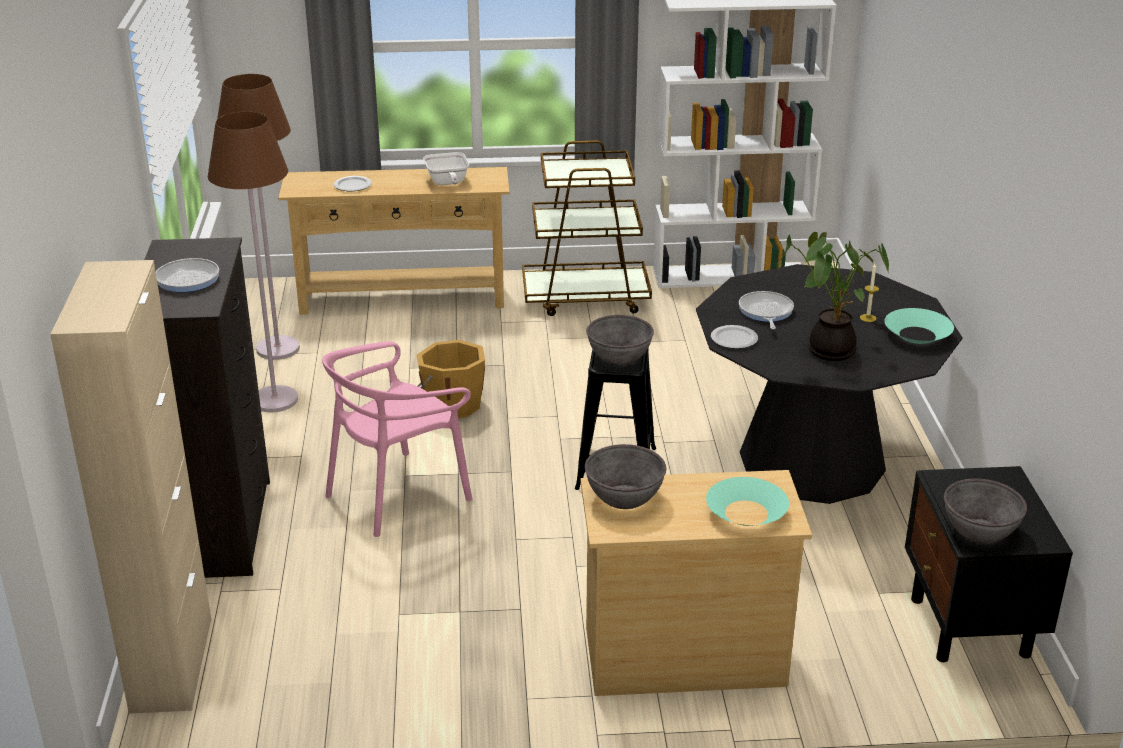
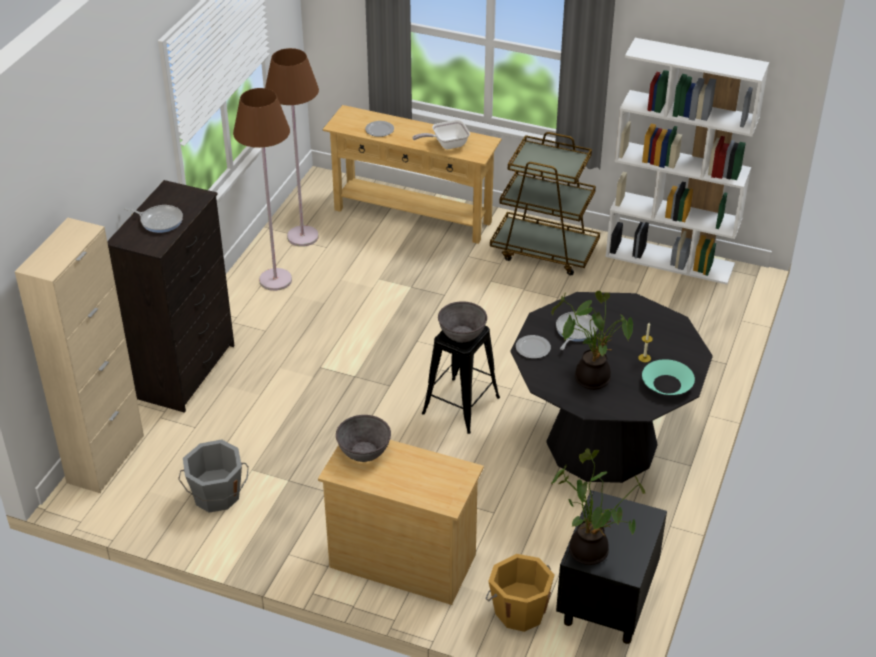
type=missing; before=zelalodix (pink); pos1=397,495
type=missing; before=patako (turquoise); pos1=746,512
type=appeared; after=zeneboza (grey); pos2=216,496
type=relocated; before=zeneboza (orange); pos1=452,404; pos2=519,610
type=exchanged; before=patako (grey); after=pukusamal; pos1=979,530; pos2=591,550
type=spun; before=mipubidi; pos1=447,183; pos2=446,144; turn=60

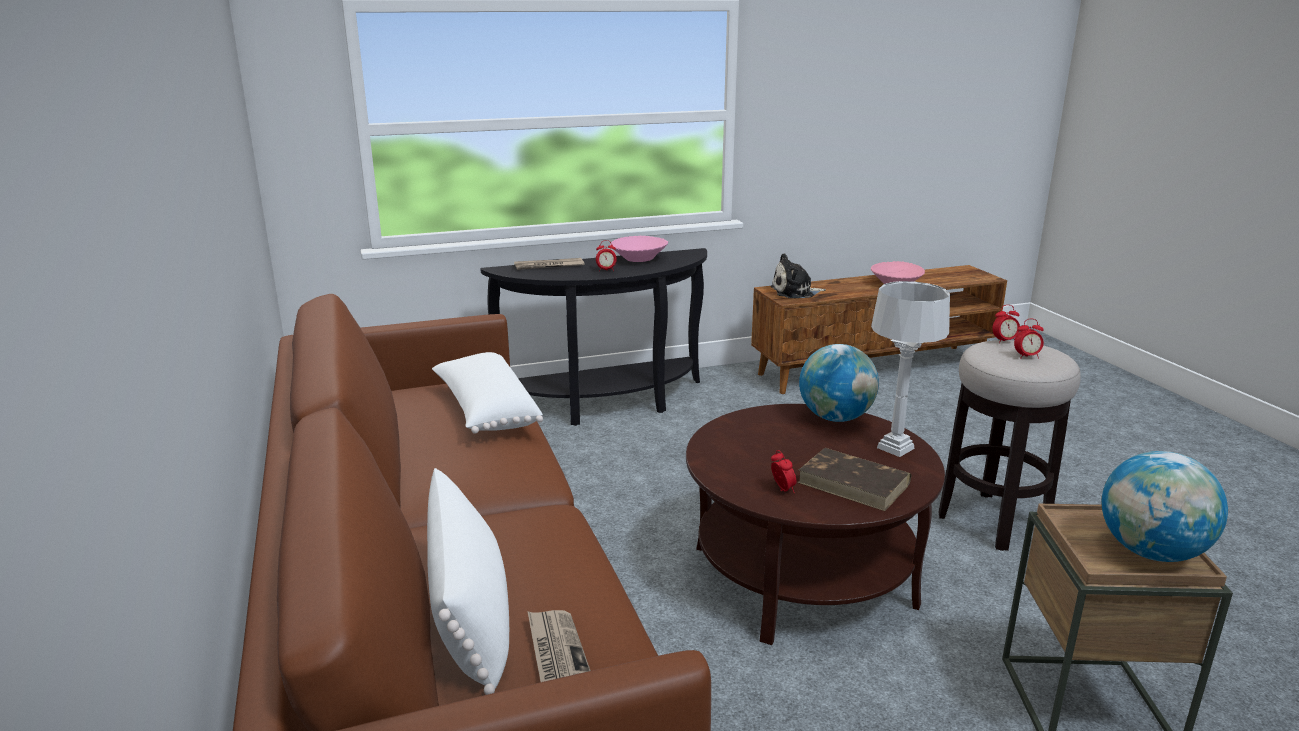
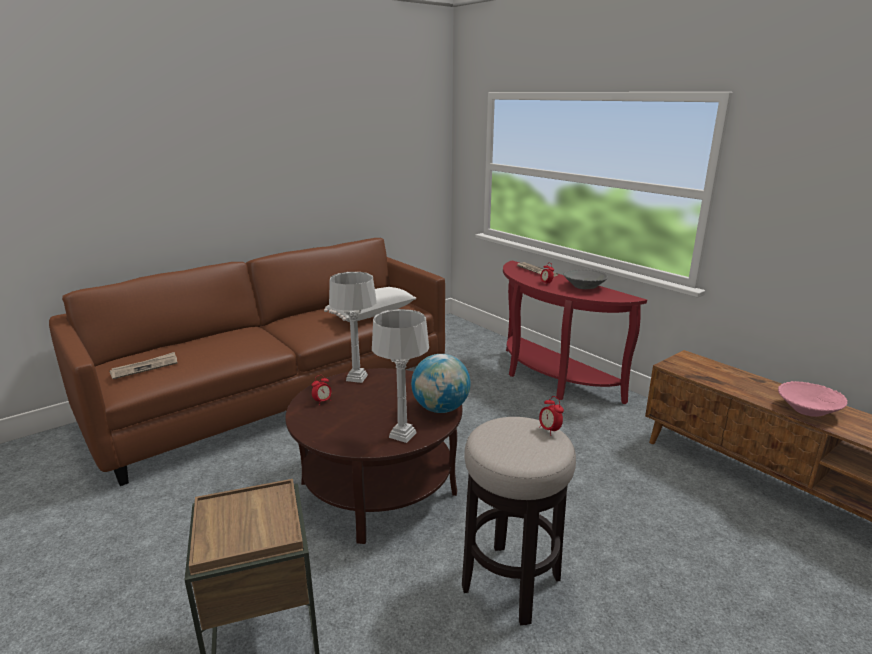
type=missing; before=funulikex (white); pos1=470,613
type=missing; before=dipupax; pos1=795,292
type=missing; before=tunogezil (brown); pos1=854,483
type=missing; before=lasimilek; pos1=1026,357
type=missing; before=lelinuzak; pos1=1151,552
type=appeared; after=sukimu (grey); pos2=357,378
type=colour; before=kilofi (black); after=kilofi (red); pos1=608,405; pos2=549,380
type=colour; before=patako (pink); after=patako (grey); pos1=638,259; pos2=584,287

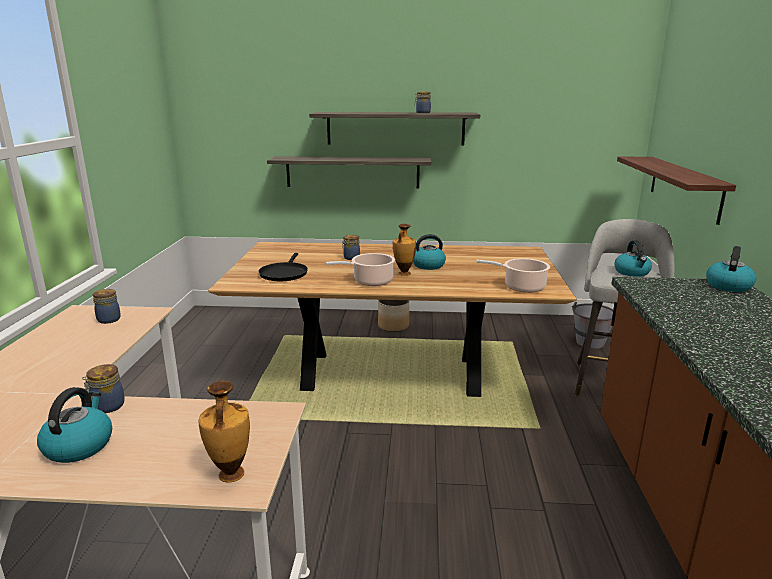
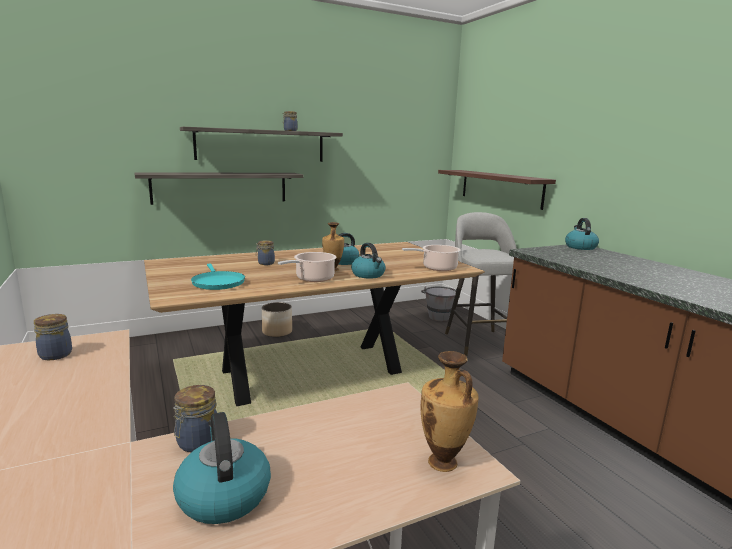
type=relocated; before=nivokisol; pos1=632,272; pos2=368,275
type=colour; before=mipubidi (black); after=mipubidi (turquoise); pos1=284,273; pos2=217,282

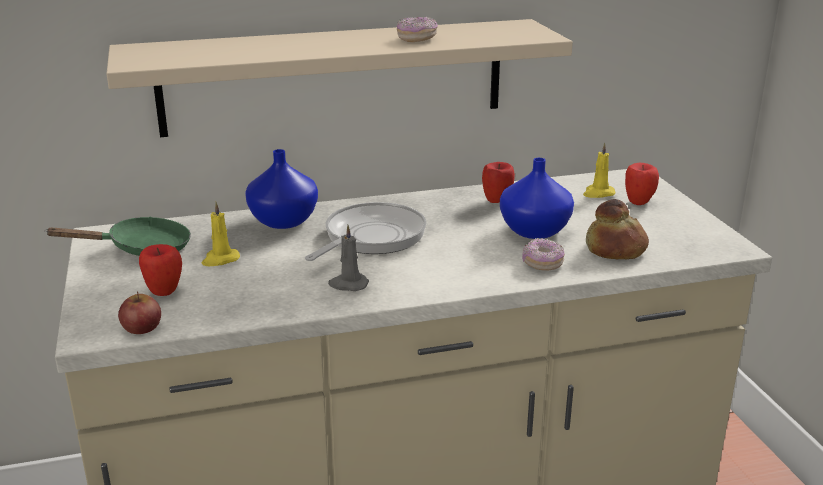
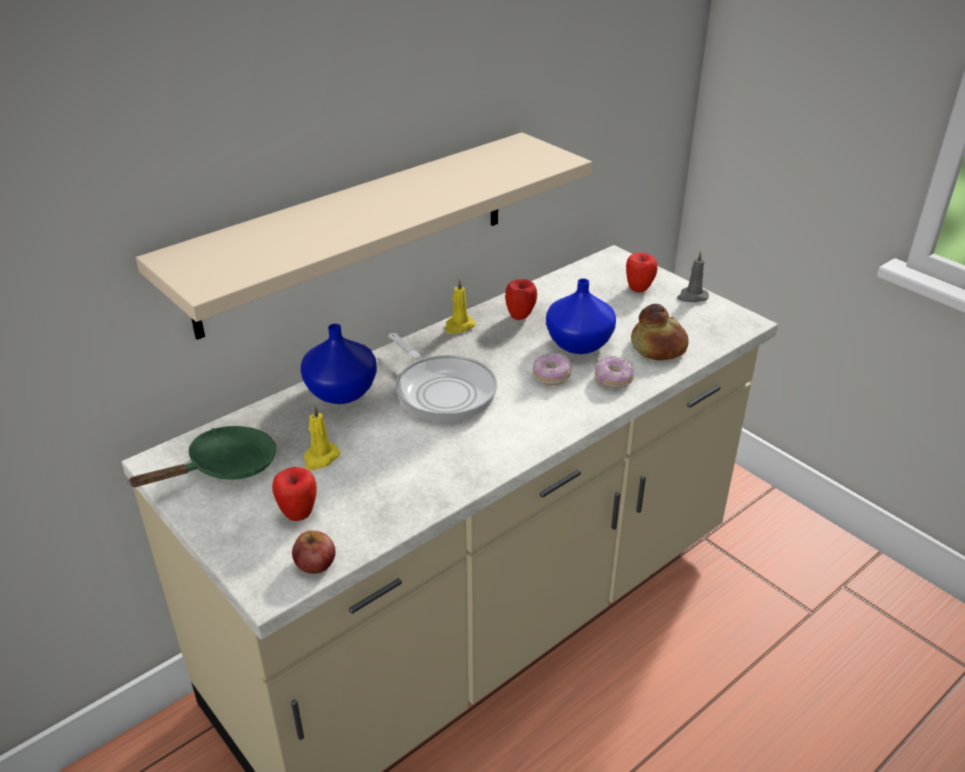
type=relocated; before=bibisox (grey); pos1=348,284; pos2=692,297
type=relocated; before=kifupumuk; pos1=416,39; pos2=551,376
type=relocated; before=bibisox (yellow); pos1=598,193; pos2=459,326
type=spun; before=mipubidi; pos1=370,237; pos2=442,390; turn=135

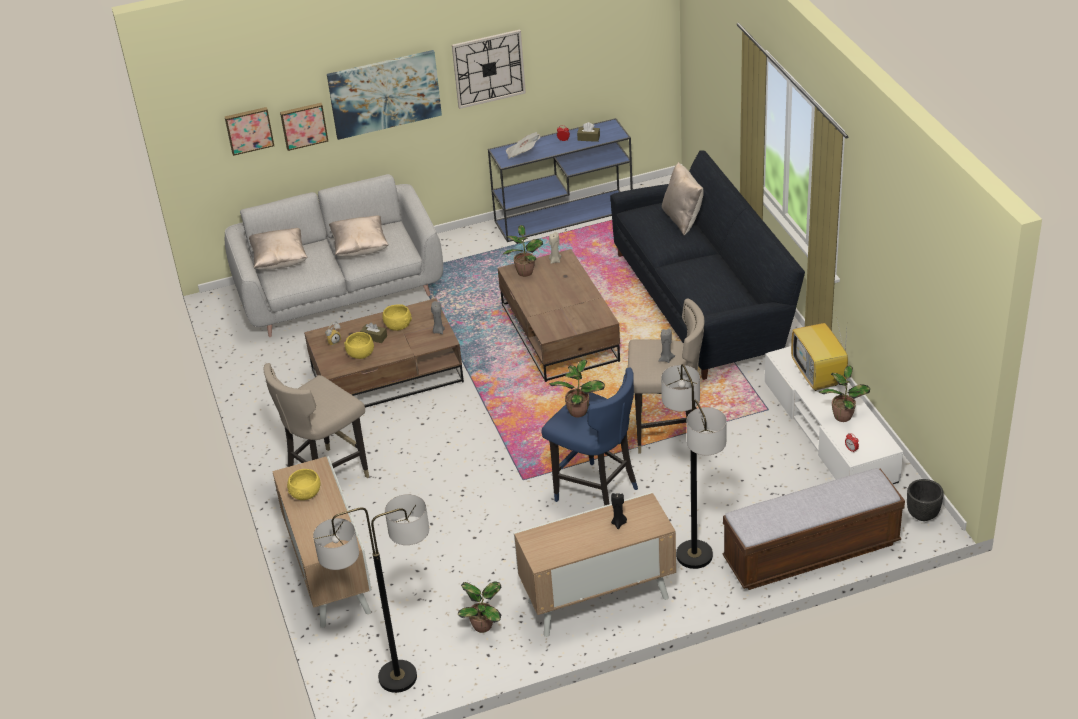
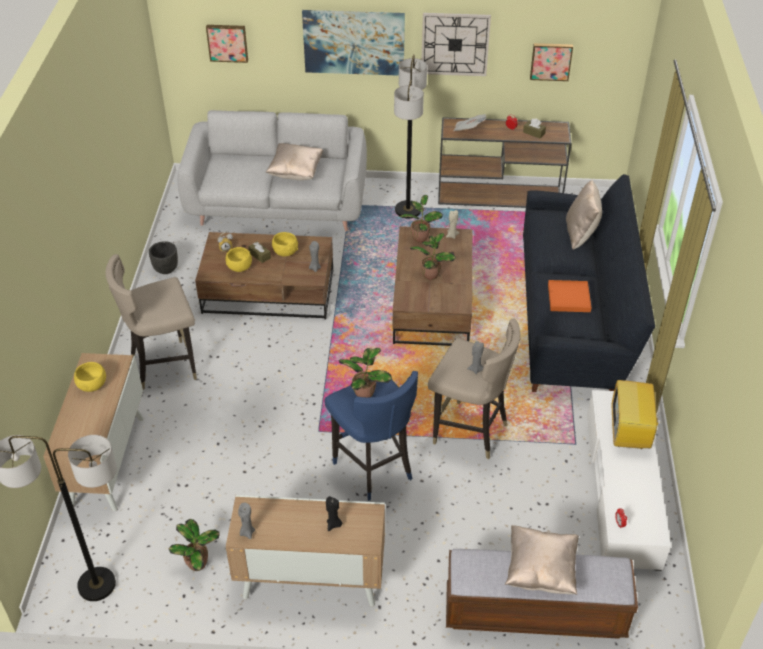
type=appeared; after=bibisox (grey); pos2=247,532
type=appeared; after=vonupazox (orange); pos2=568,298
type=relocated; before=funulikex (beige); pos1=280,260; pos2=540,571
type=relocated; before=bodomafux; pos1=303,125; pos2=551,61
type=relocated; before=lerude; pos1=694,555; pos2=407,210
type=relocated; before=pukusamal; pos1=842,415; pos2=431,274
type=relocated; before=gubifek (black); pos1=923,514; pos2=166,269
type=colour; before=kilofi (blue); after=kilofi (brown); pos1=565,215; pos2=500,195

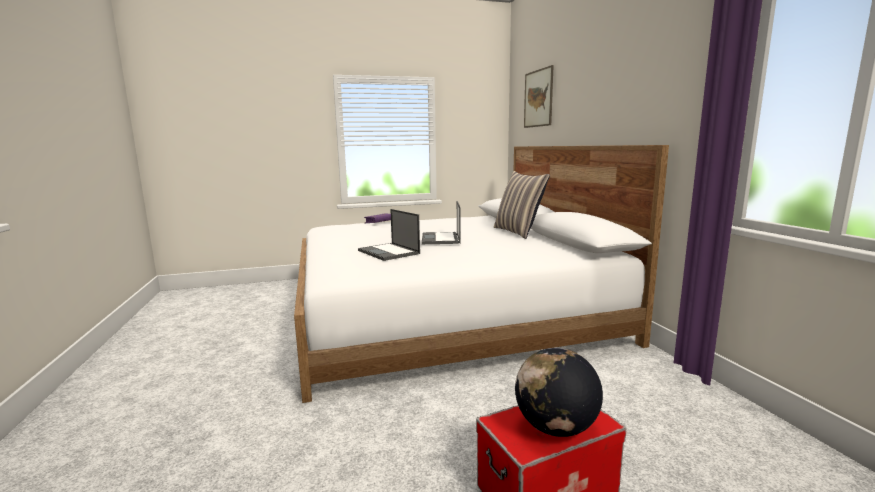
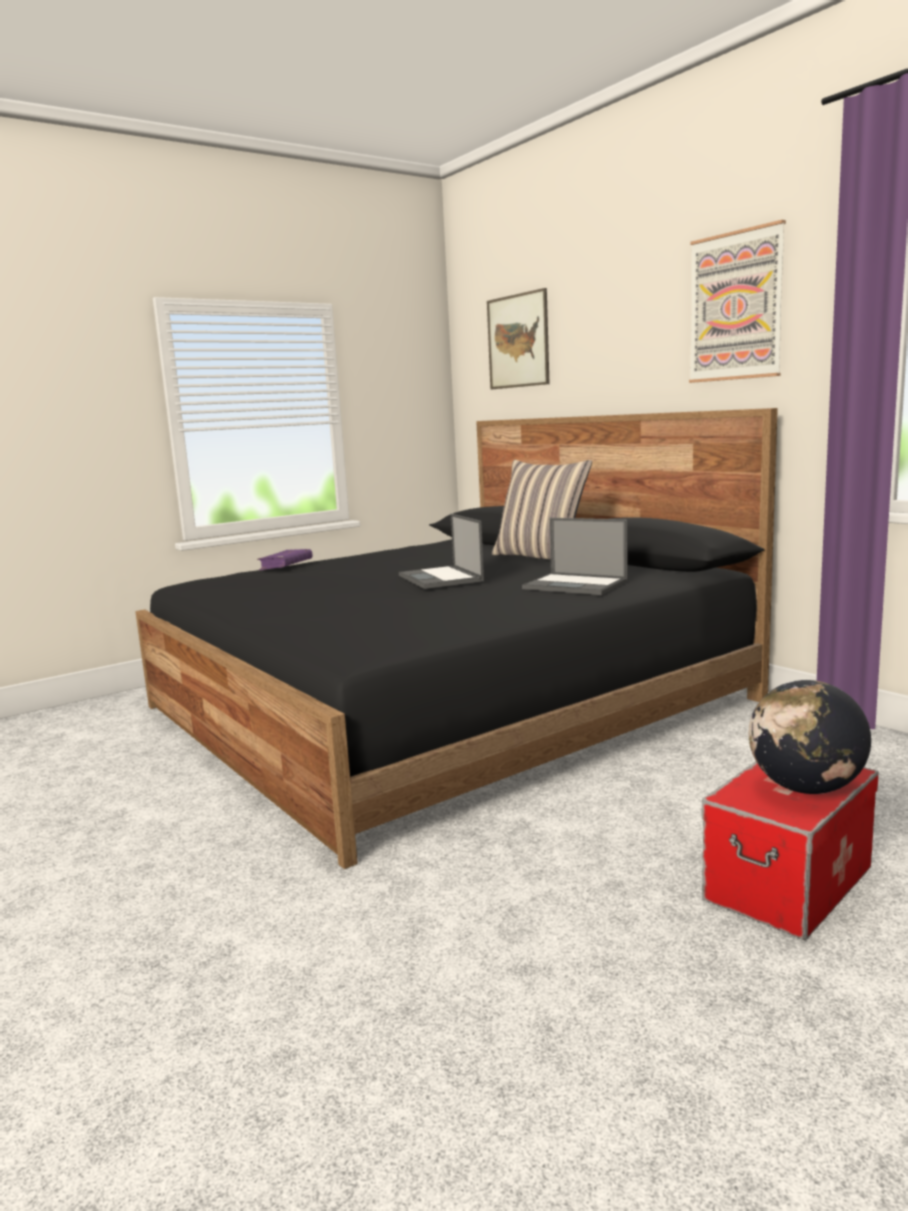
type=appeared; after=bodomafux; pos2=736,306
type=relocated; before=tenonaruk; pos1=389,252; pos2=576,585
type=colour; before=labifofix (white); after=labifofix (black); pos1=447,312; pos2=445,703

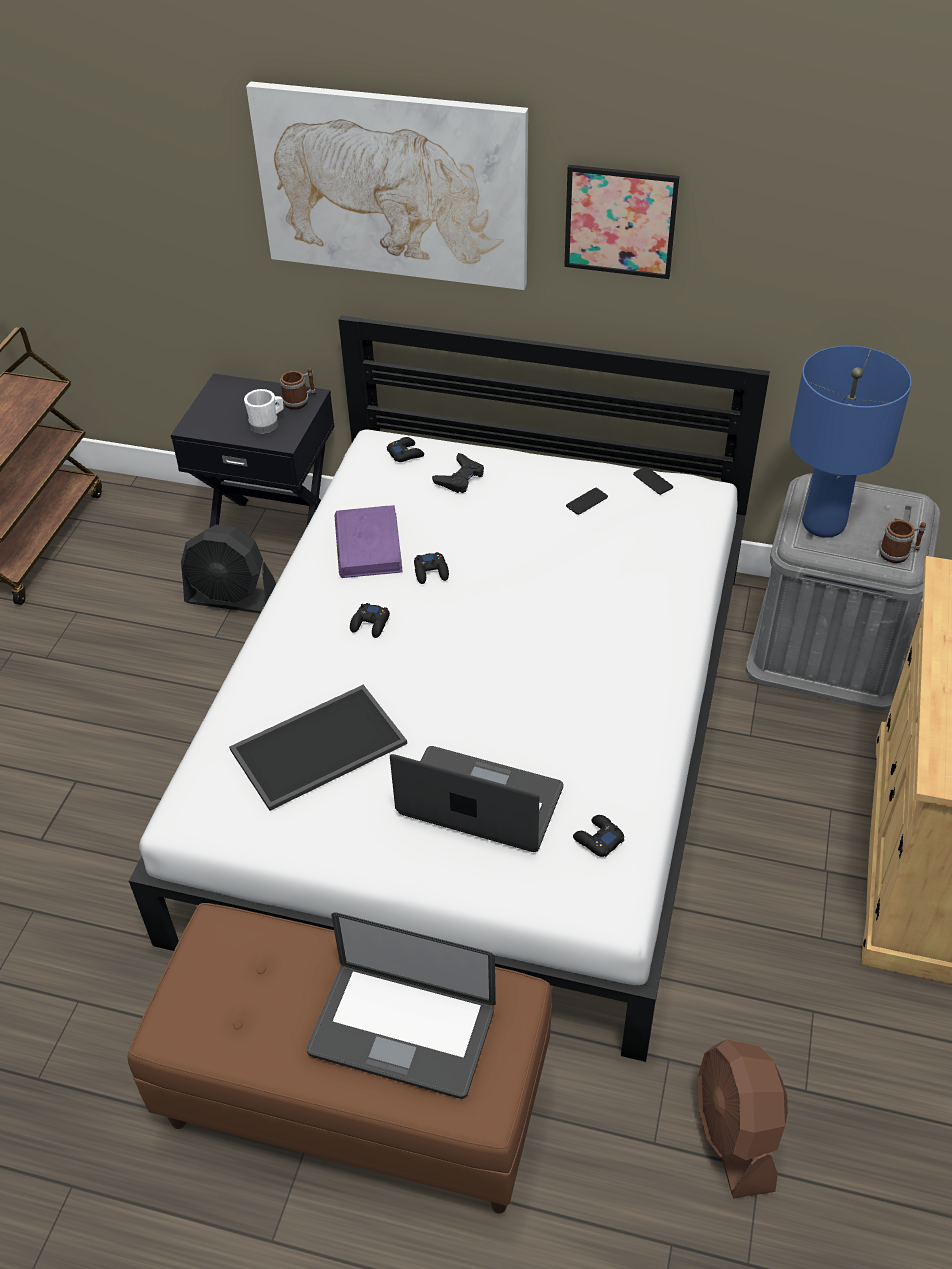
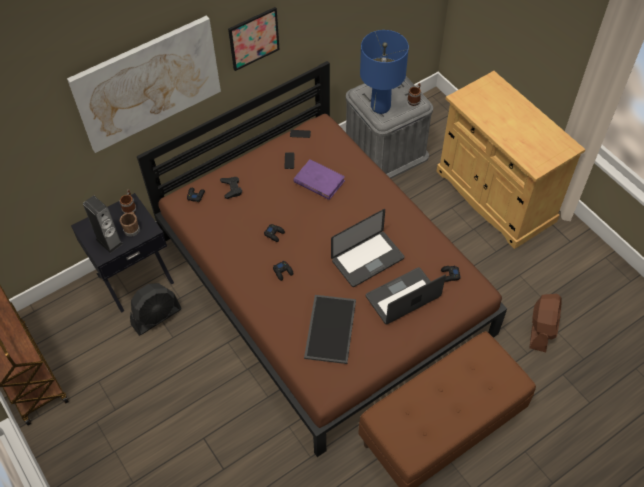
type=appeared; after=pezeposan; pos2=109,241
type=relocated; before=tenonaruk; pos1=402,1032; pos2=367,259
type=relocated; before=tunogezil (purple); pos1=368,545; pos2=319,181
type=colour; before=labifofix (white); after=labifofix (brown); pos1=481,740; pos2=323,284
type=colour; before=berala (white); after=berala (brown); pos1=267,424; pos2=132,228
type=spun; before=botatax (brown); pos1=735,1132; pos2=541,329; turn=-105

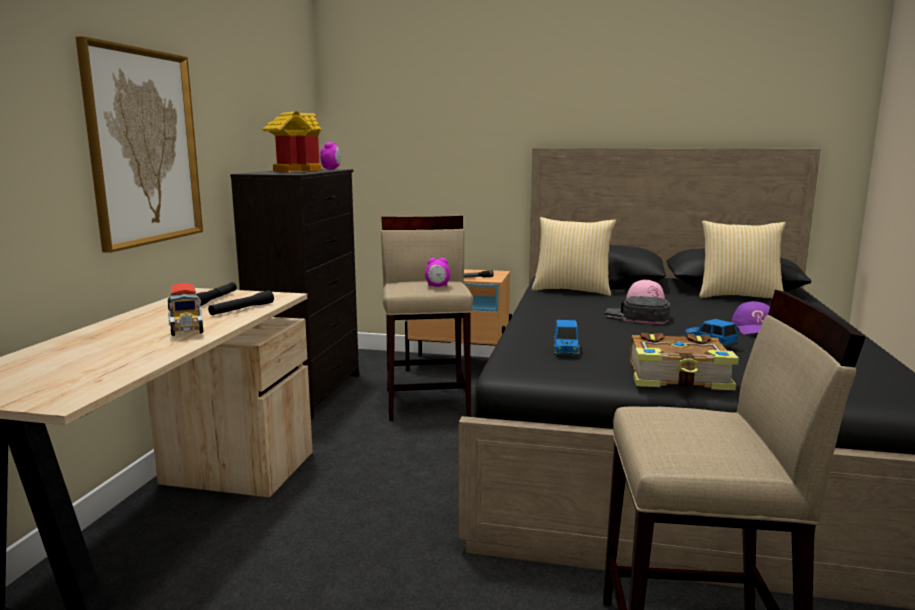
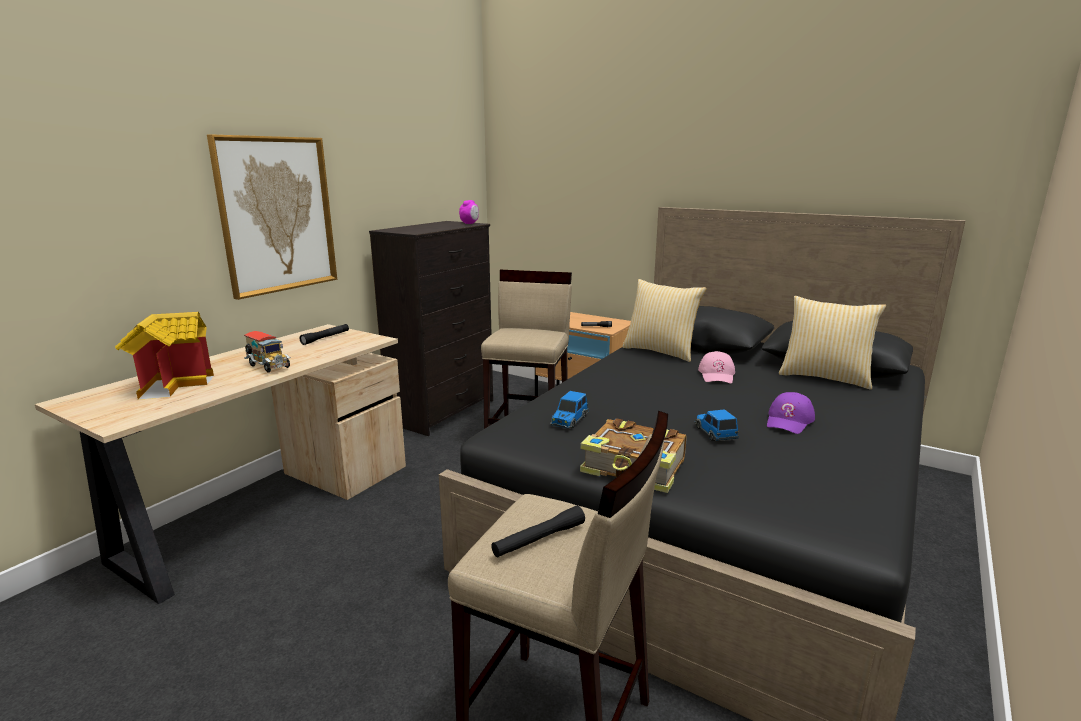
type=missing; before=lasimilek; pos1=437,286
type=missing; before=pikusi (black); pos1=637,317
type=relocated; before=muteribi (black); pos1=242,309; pos2=539,539
type=relocated; before=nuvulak; pos1=295,171; pos2=174,384
type=spun; before=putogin; pos1=186,330; pos2=268,367; turn=-45

